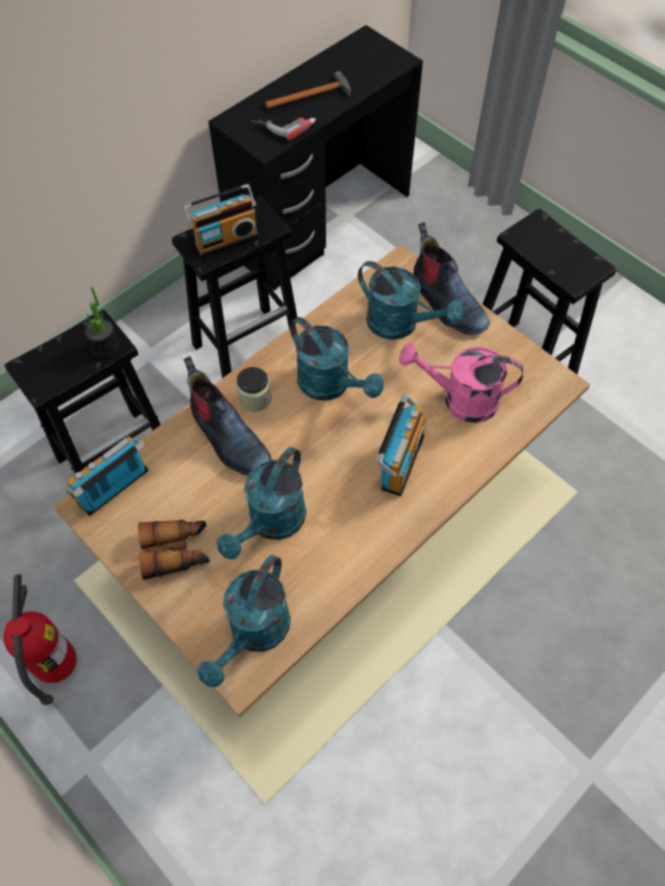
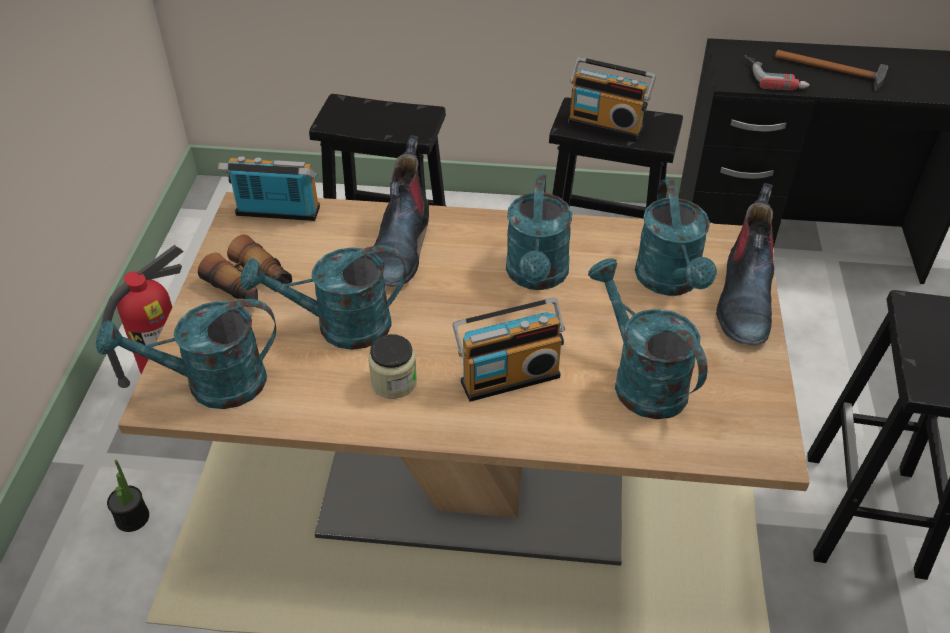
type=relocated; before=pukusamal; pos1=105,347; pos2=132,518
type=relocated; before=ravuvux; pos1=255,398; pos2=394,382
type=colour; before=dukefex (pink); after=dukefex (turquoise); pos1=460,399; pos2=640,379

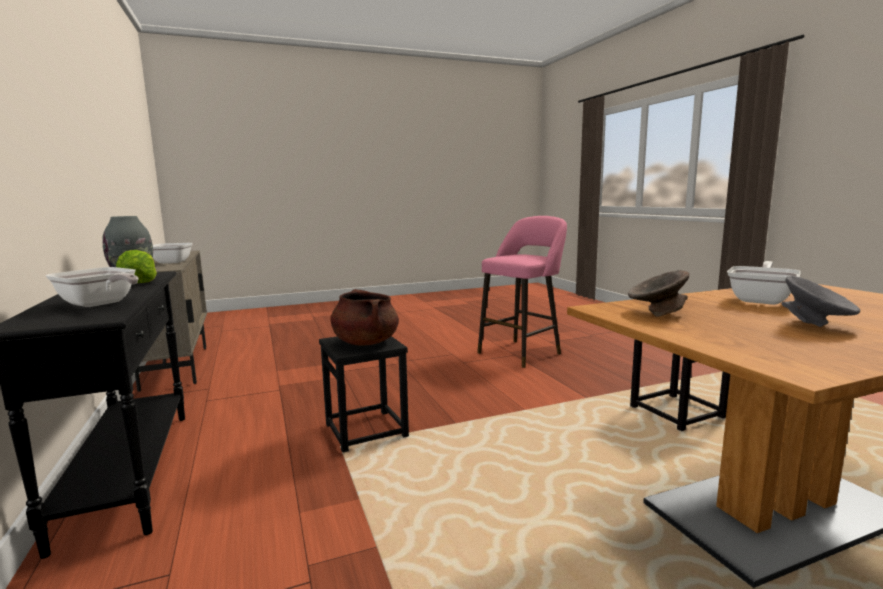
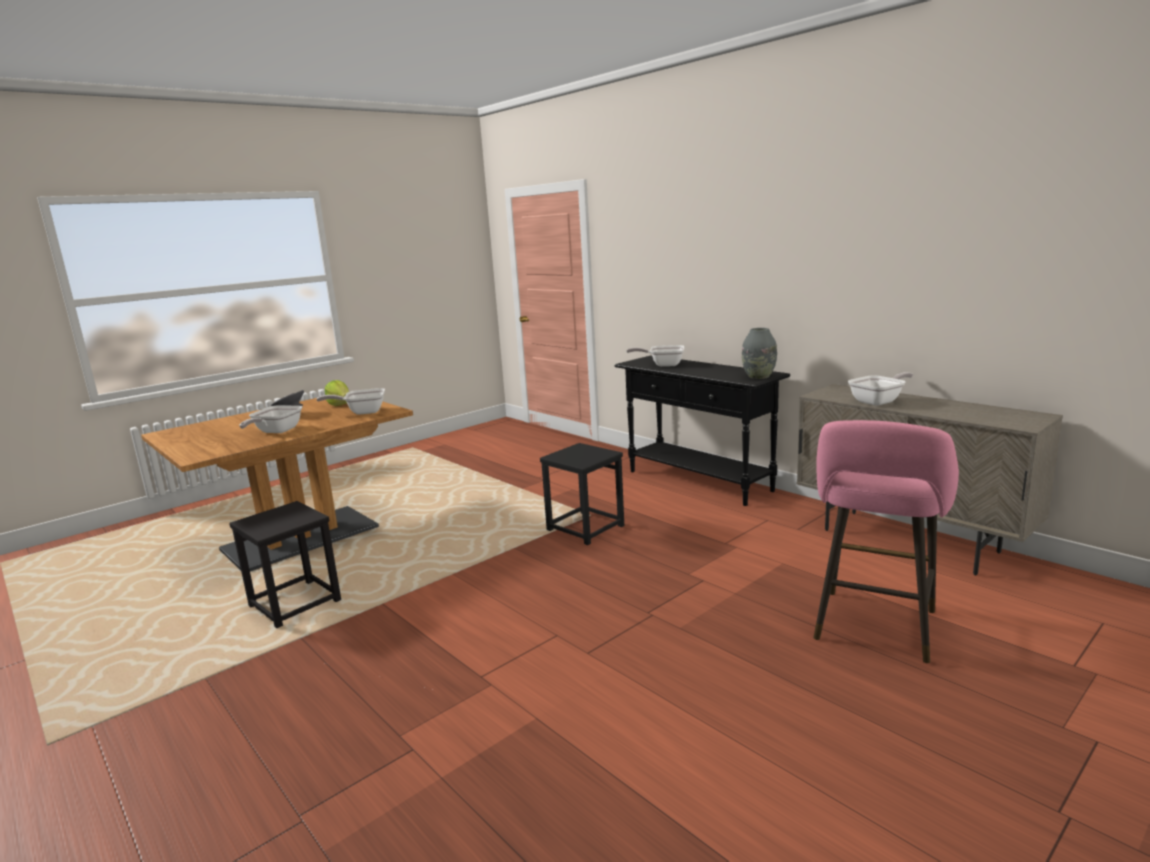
type=missing; before=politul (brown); pos1=365,342
type=relocated; before=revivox; pos1=139,283; pos2=340,404
type=relocated; before=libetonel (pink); pos1=522,352; pos2=874,629
type=exchanged; before=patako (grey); after=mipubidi; pos1=656,312; pos2=362,412

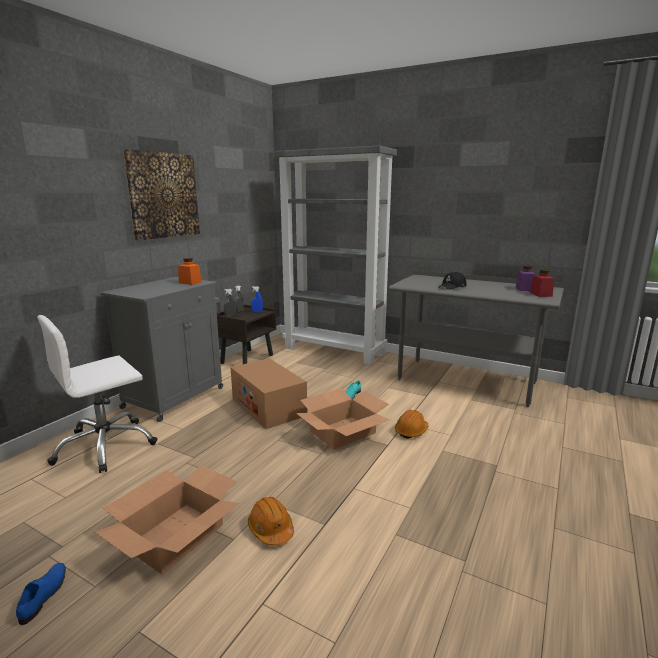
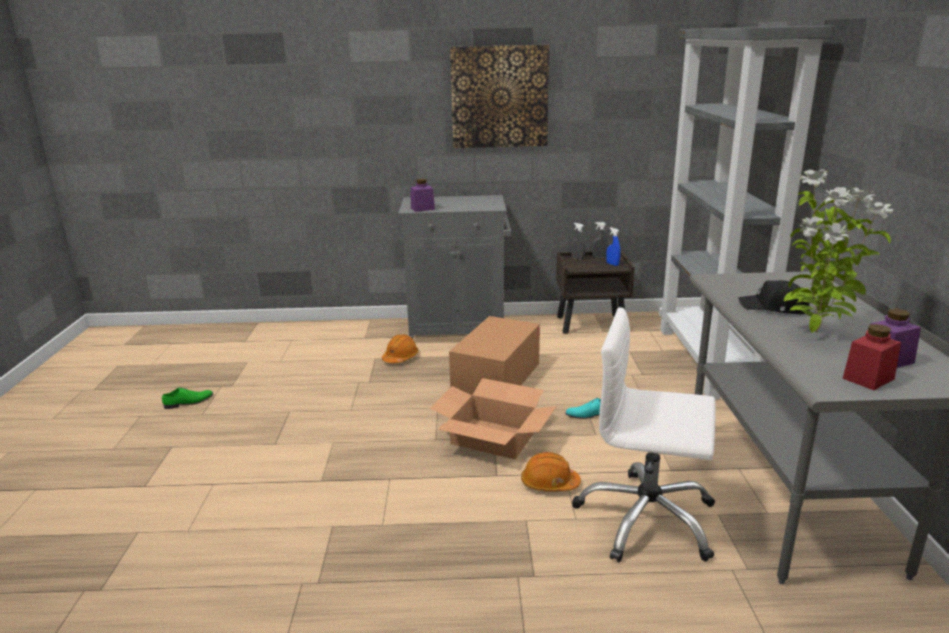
type=missing; before=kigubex; pos1=174,536
type=missing; before=ravuvux (orange); pos1=190,282
type=appeared; after=ravuvux (purple); pos2=422,208
type=appeared; after=pukusamal; pos2=816,333
type=relocated; before=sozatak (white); pos1=105,446; pos2=646,519
type=relocated; before=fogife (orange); pos1=271,529; pos2=400,358
type=colour; before=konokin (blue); after=konokin (green); pos1=44,594; pos2=189,402

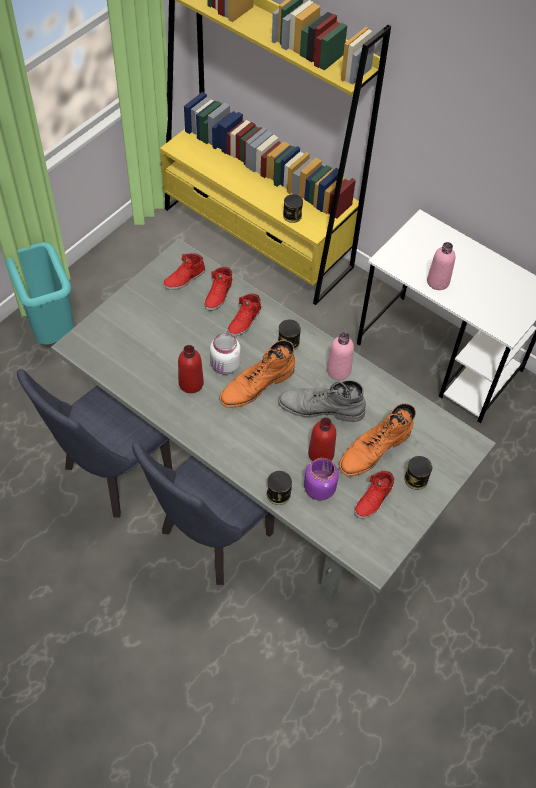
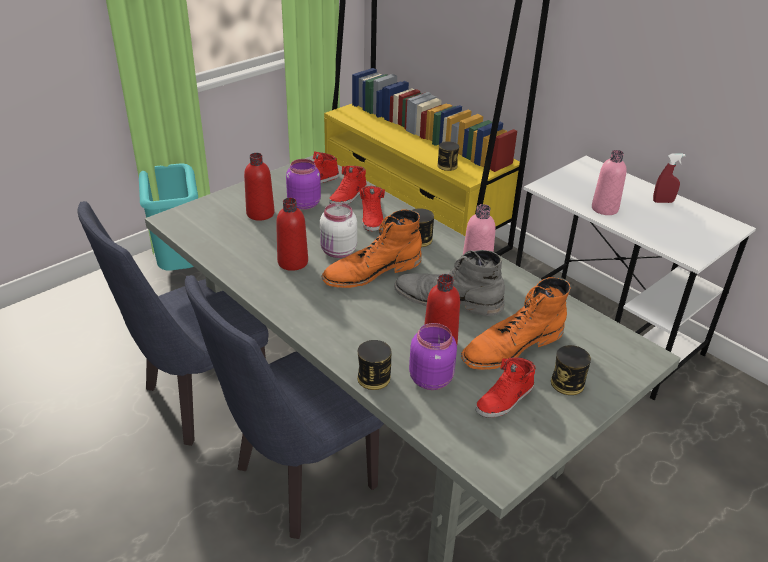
type=appeared; after=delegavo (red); pos2=260,213
type=appeared; after=ravuvux (purple); pos2=303,204
type=appeared; after=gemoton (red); pos2=663,201
type=spun; before=konokin (red); pos1=245,321; pos2=372,218; turn=-45

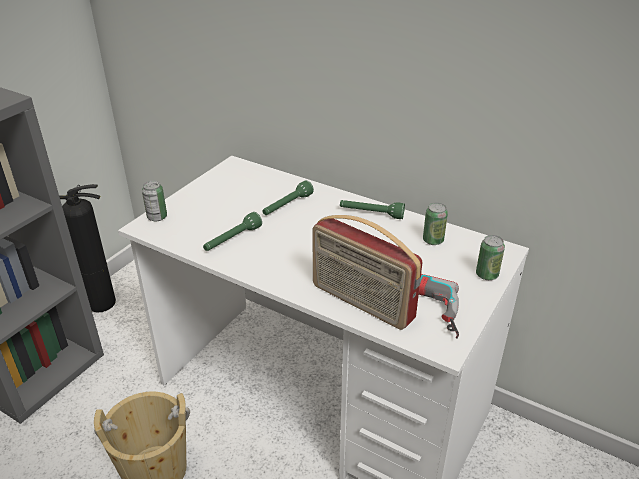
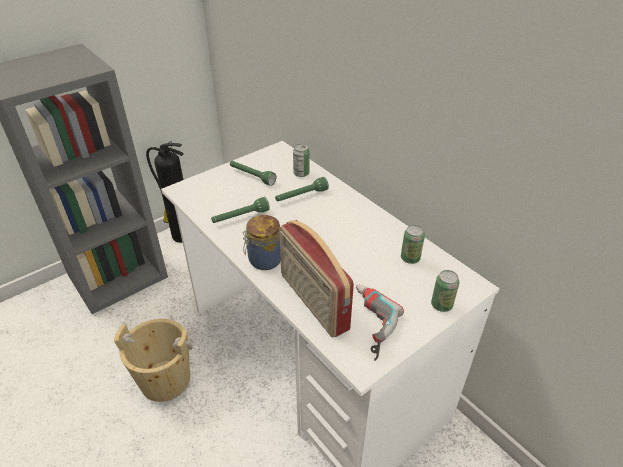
type=appeared; after=ravuvux; pos2=264,260
type=relocated; before=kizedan; pos1=157,217; pos2=301,173
type=relocated; before=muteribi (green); pos1=371,214; pos2=251,176

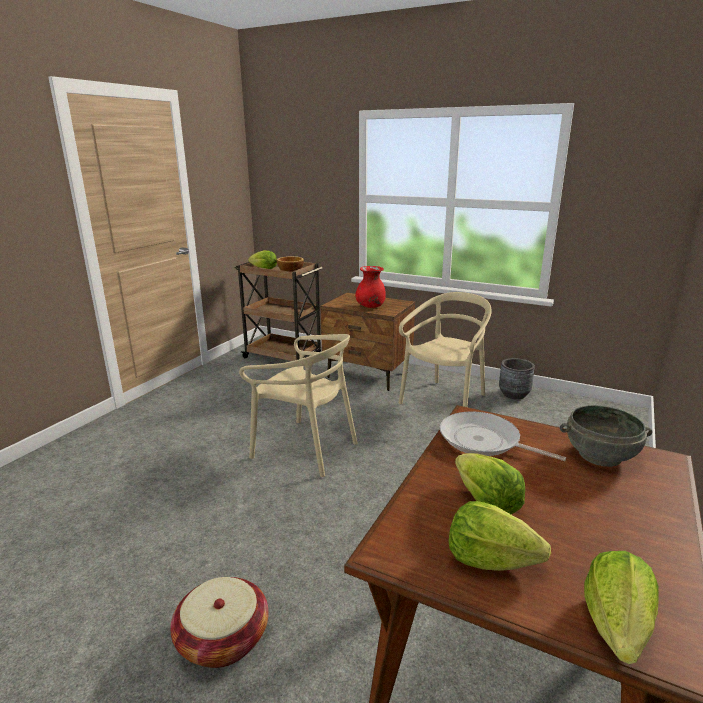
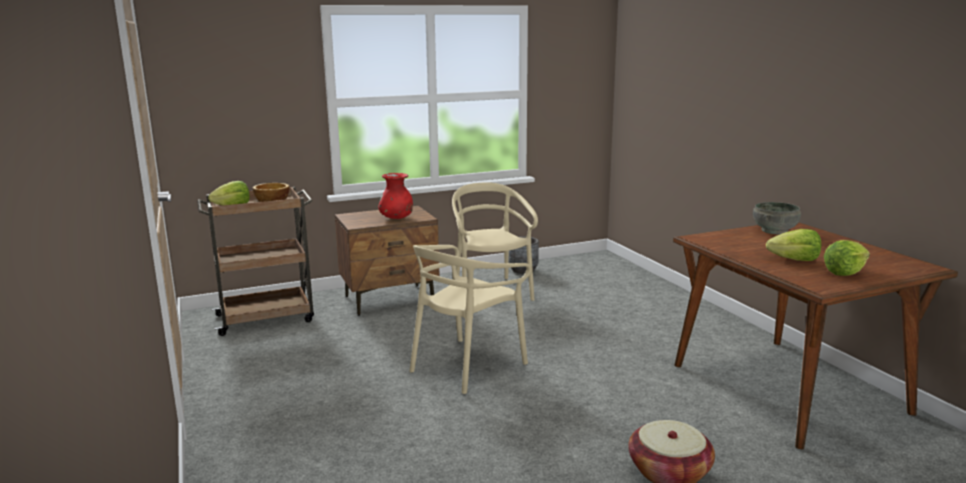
type=missing; before=mipubidi; pos1=483,441
type=missing; before=revivox; pos1=616,626
type=spun; before=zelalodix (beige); pos1=305,448; pos2=467,365; turn=150

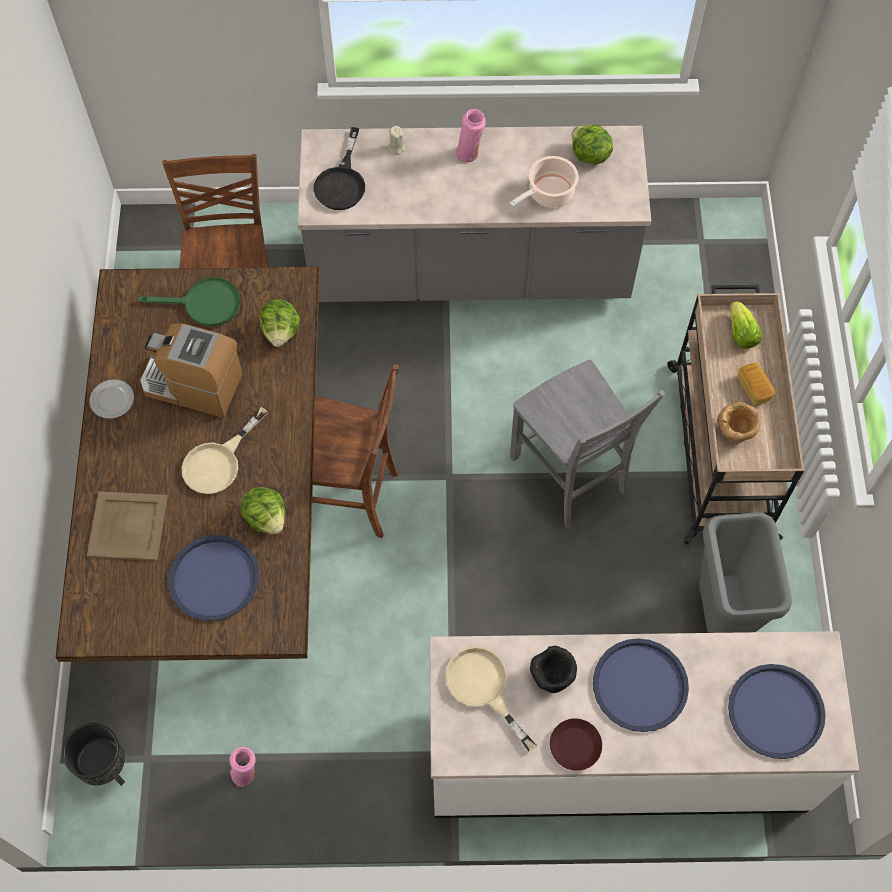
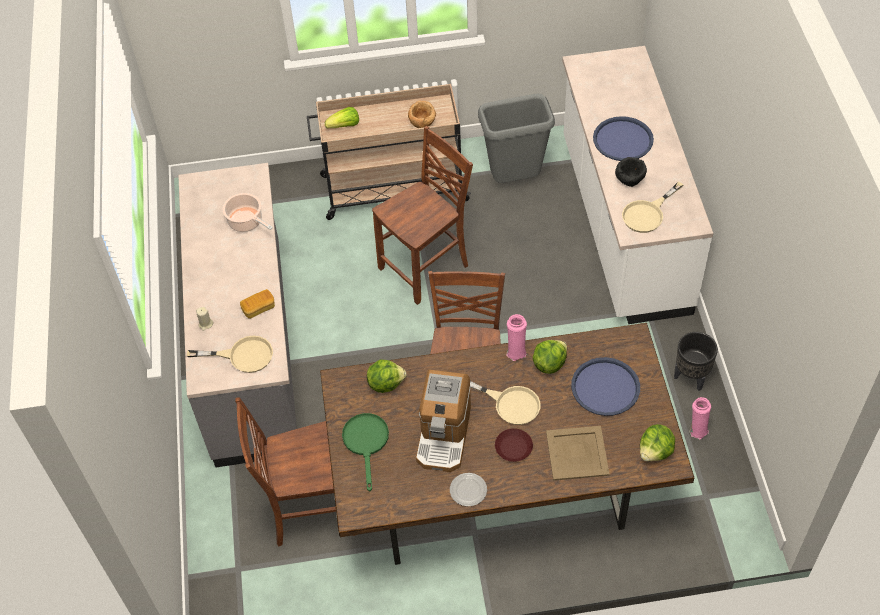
type=missing; before=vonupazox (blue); pos1=776,711
type=relocated; before=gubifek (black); pos1=106,768; pos2=691,378
type=relocated; before=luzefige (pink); pos1=469,153; pos2=516,351
type=relocated; before=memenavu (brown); pos1=575,745; pos2=513,447
type=relocated; before=revivox; pos1=589,155; pos2=655,451
type=relocated; before=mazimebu; pos1=753,389; pos2=259,308
type=colour; before=mipubidi (black); after=mipubidi (beige); pos1=342,182; pos2=242,356
type=colour; before=zelalodix (grey); after=zelalodix (brown); pos1=570,476; pos2=426,268

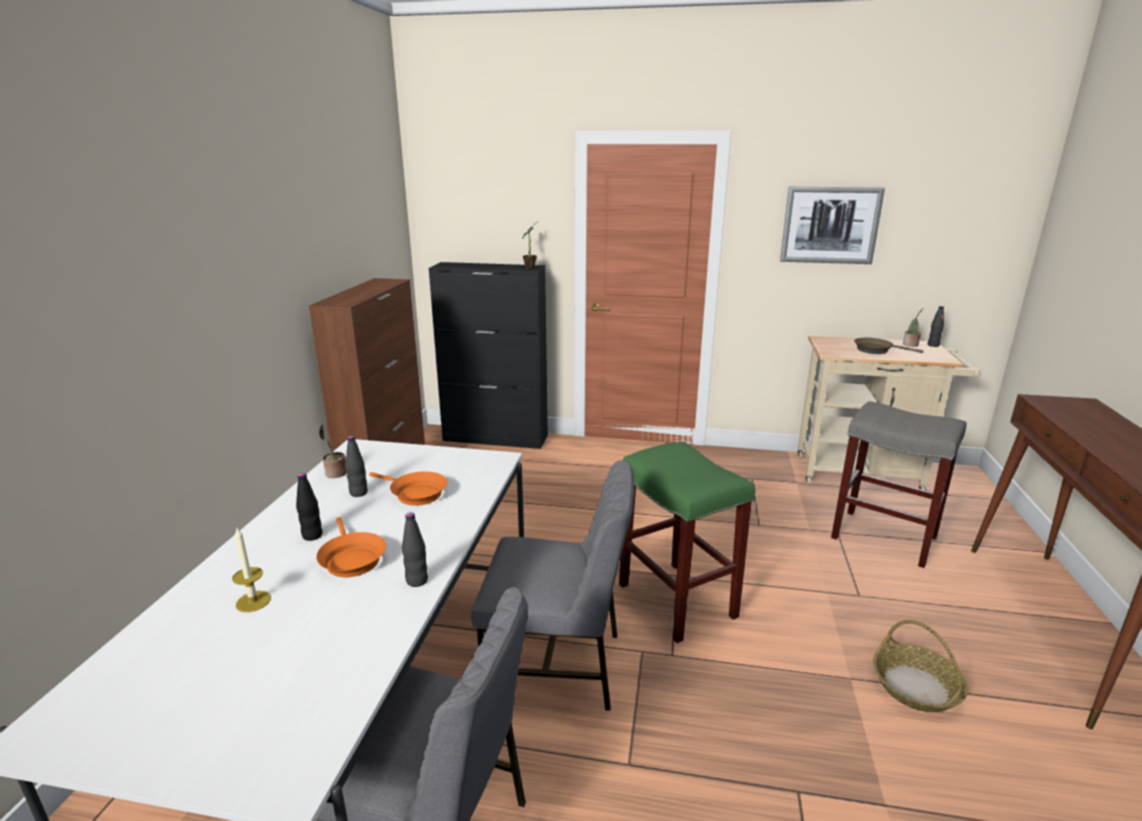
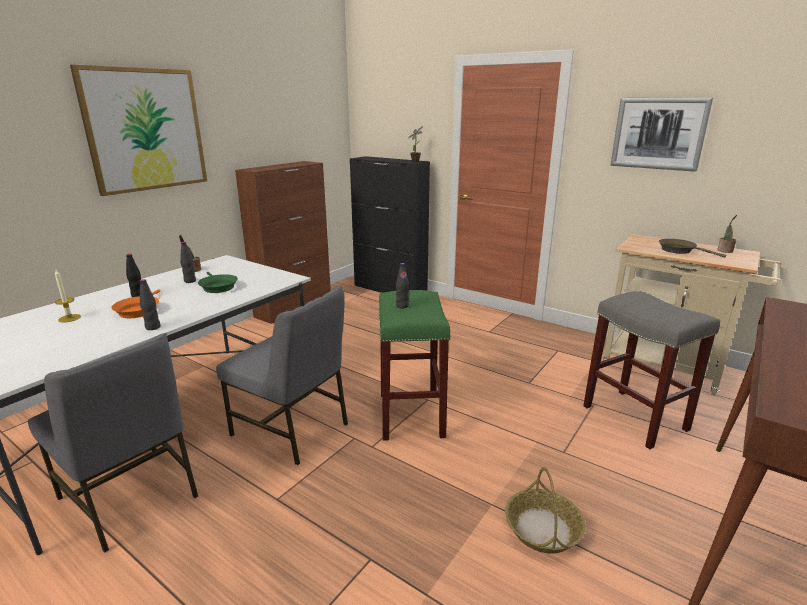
type=appeared; after=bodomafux; pos2=145,130
type=relocated; before=delegavo (black); pos1=933,345; pos2=402,306
type=colour; before=mipubidi (orange); after=mipubidi (green); pos1=415,493; pos2=217,287

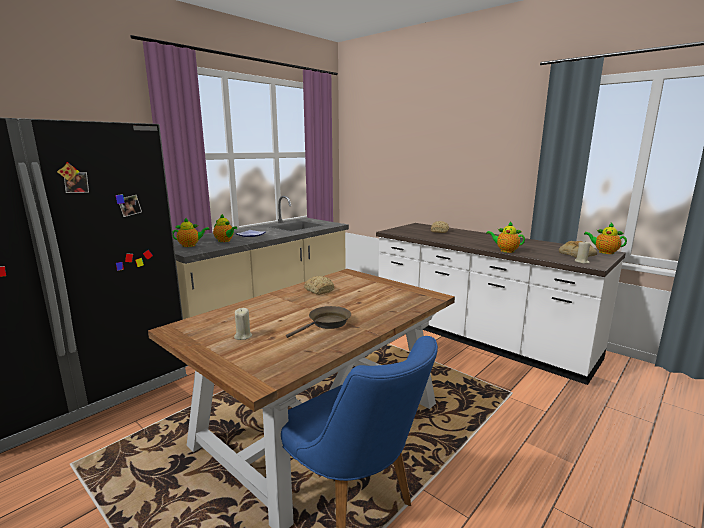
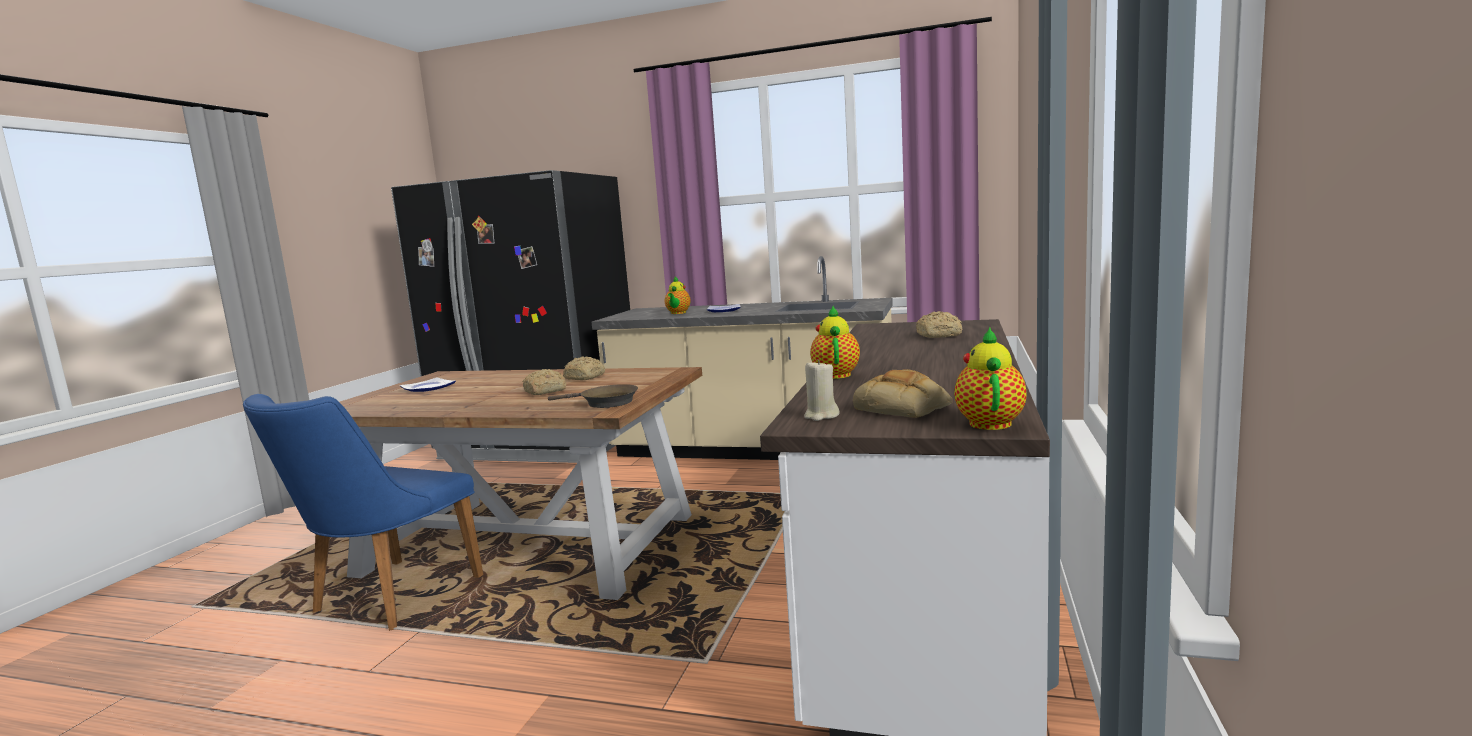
type=missing; before=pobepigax; pos1=190,245
type=appeared; after=mazimebu; pos2=544,392
type=relocated; before=mipubidi (brown); pos1=327,323; pos2=605,402
type=exchanged; before=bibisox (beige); after=memenavu; pos1=243,336; pos2=428,388

